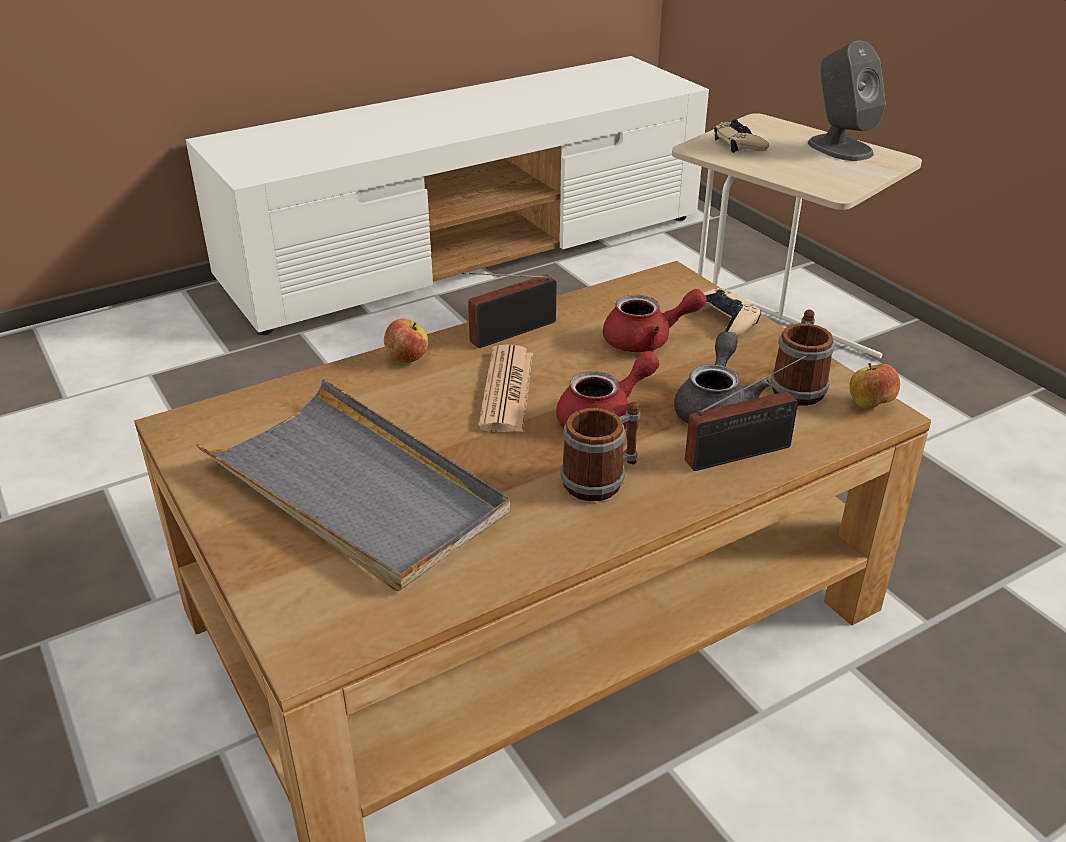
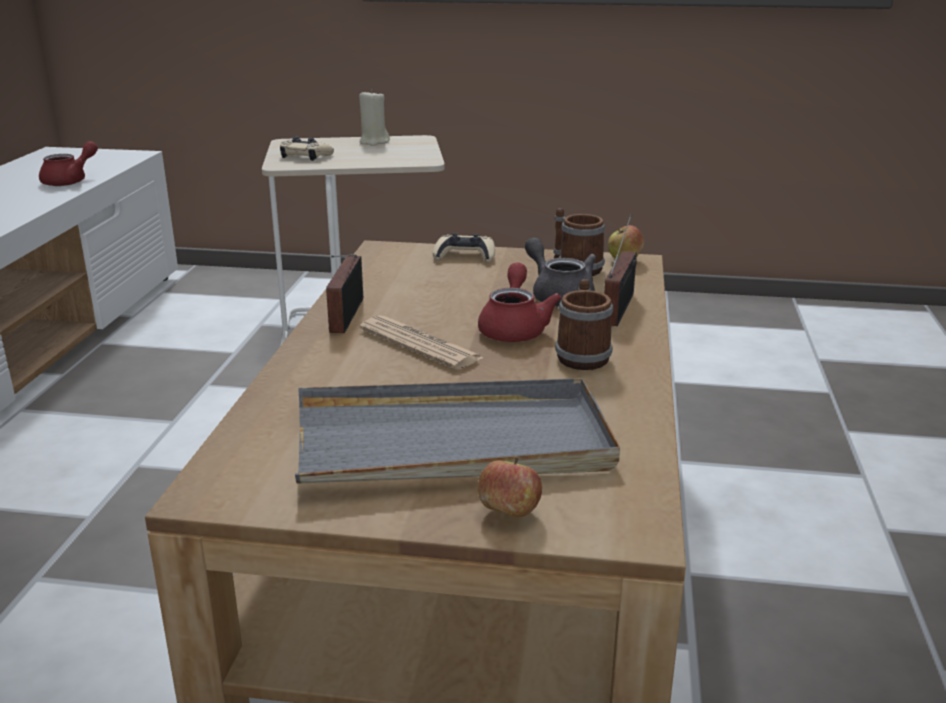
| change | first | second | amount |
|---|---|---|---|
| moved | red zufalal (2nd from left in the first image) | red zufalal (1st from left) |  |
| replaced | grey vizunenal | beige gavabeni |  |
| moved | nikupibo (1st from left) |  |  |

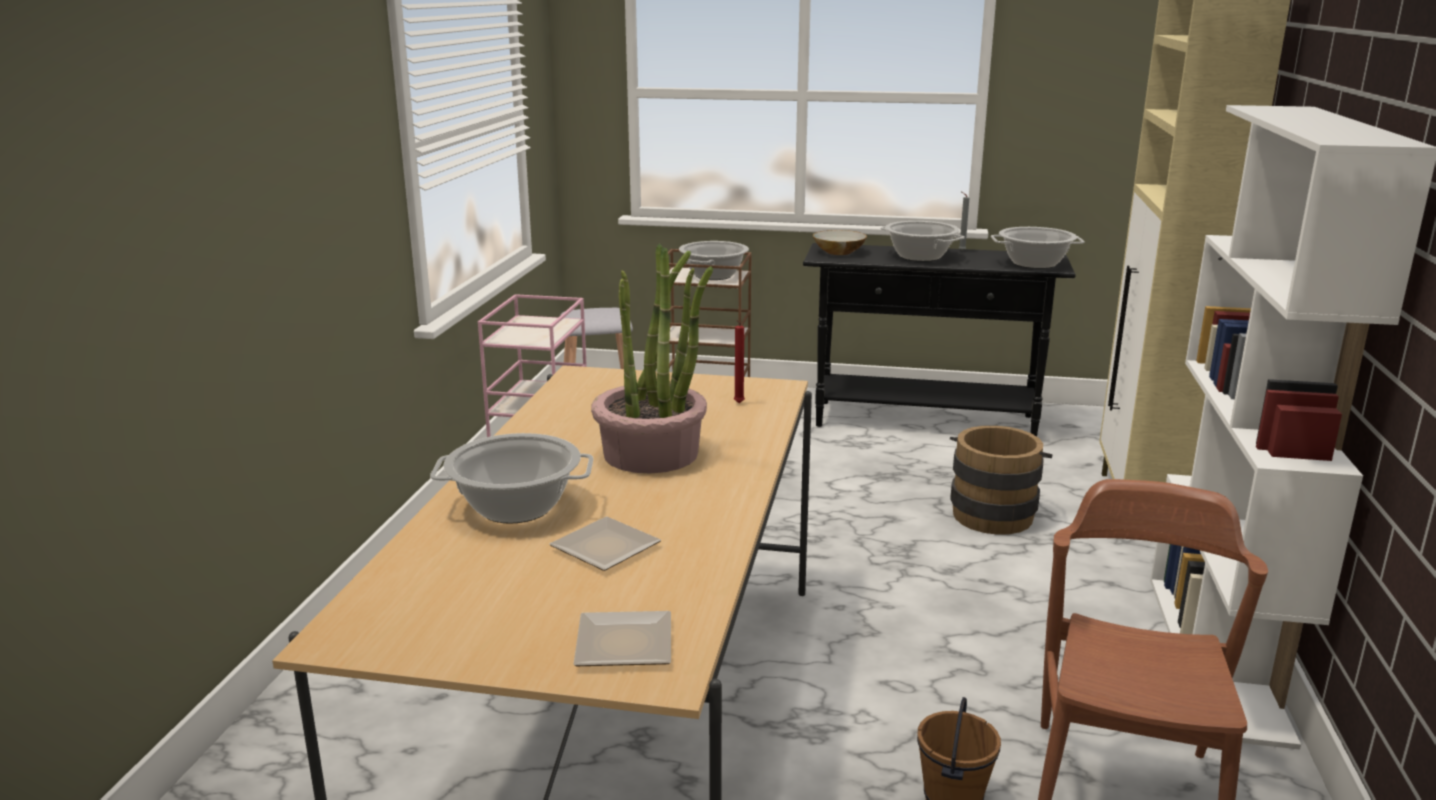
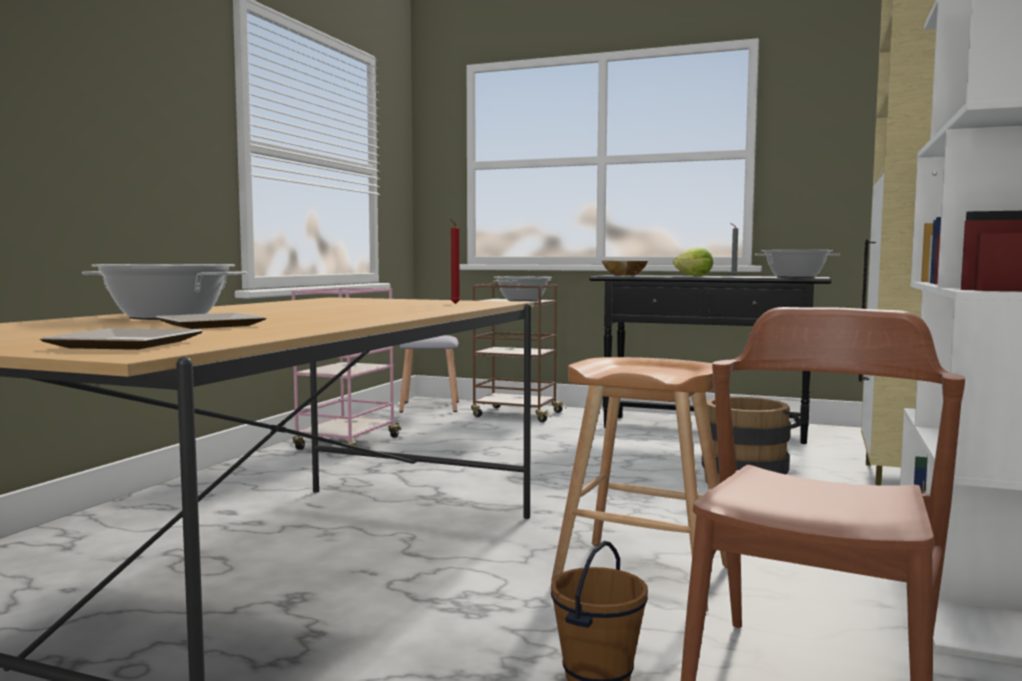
| change | first | second | amount |
|---|---|---|---|
| added |  | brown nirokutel |  |
| replaced | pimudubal (3rd from left) | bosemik |  |
| removed | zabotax |  |  |

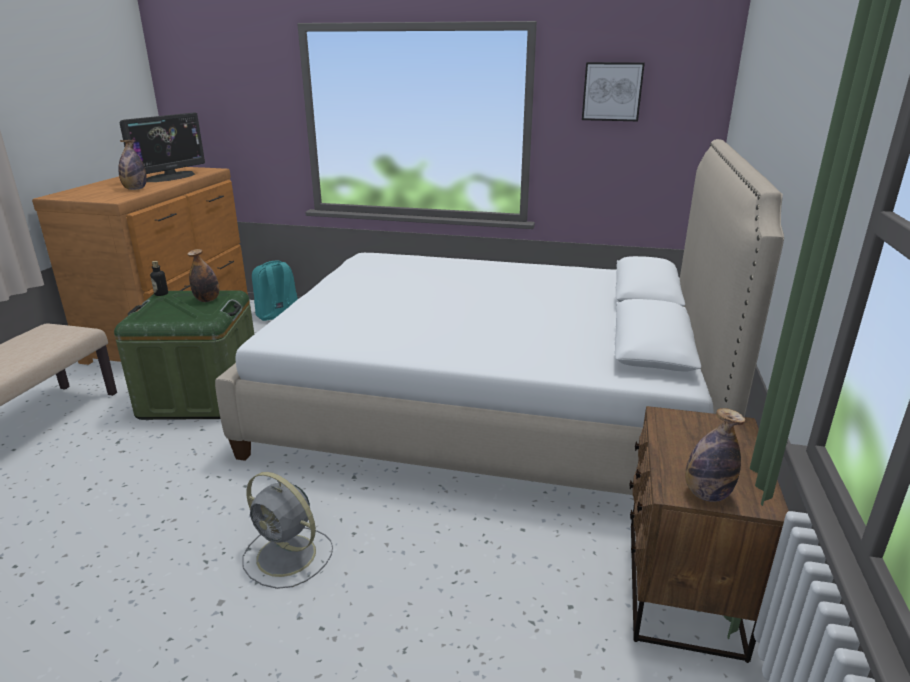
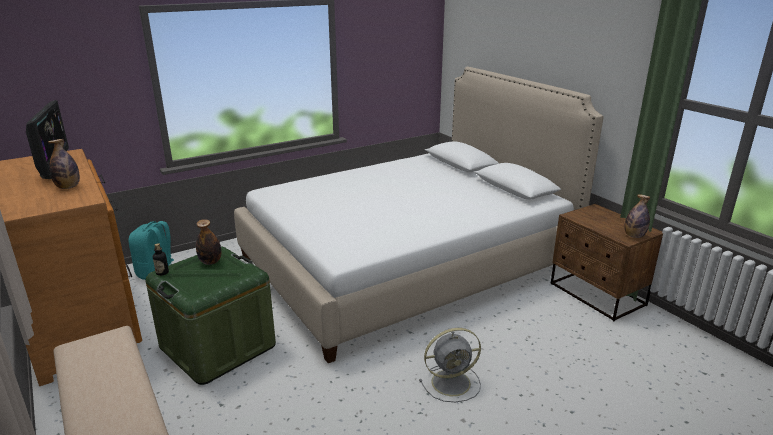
| change | first | second | amount |
|---|---|---|---|
| removed | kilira |  |  |

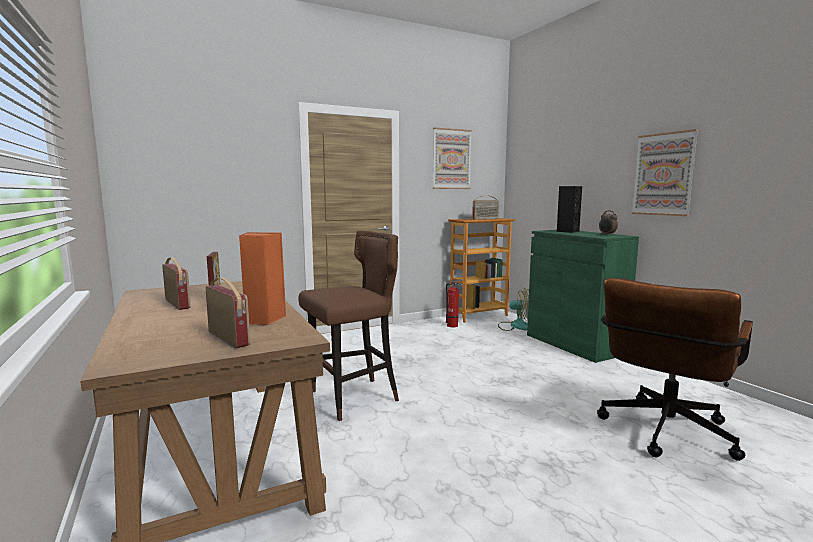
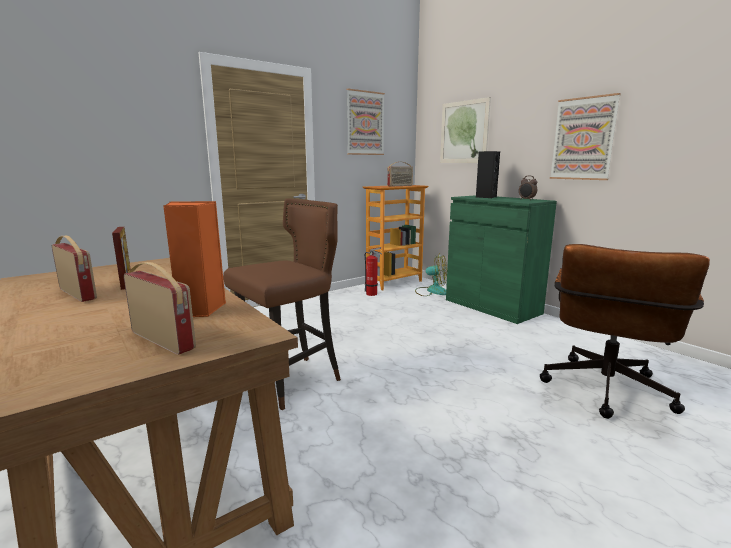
| change | first | second | amount |
|---|---|---|---|
| added |  | kilira (2nd from left) |  |

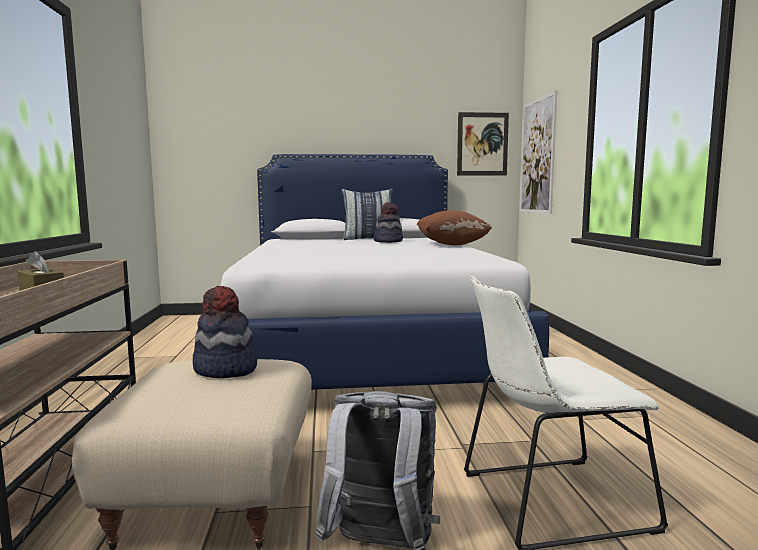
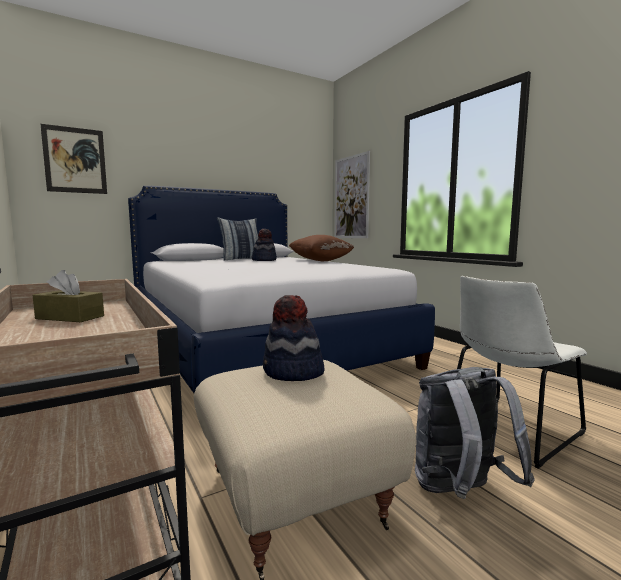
| change | first | second | amount |
|---|---|---|---|
| moved | kilira (1st from left) |  |  |

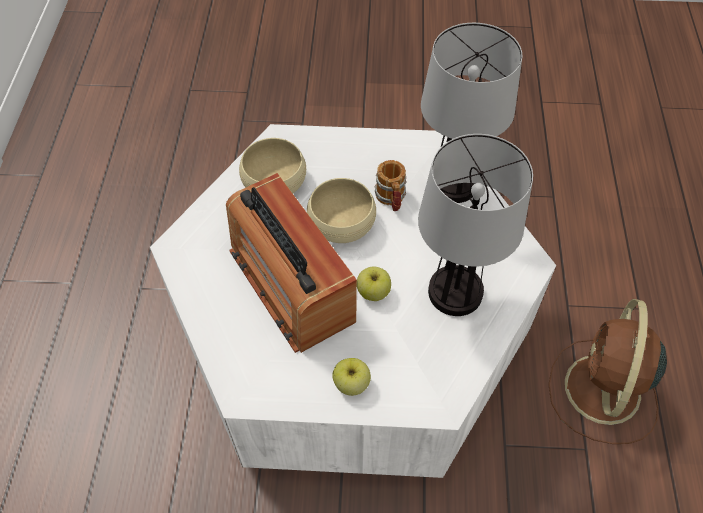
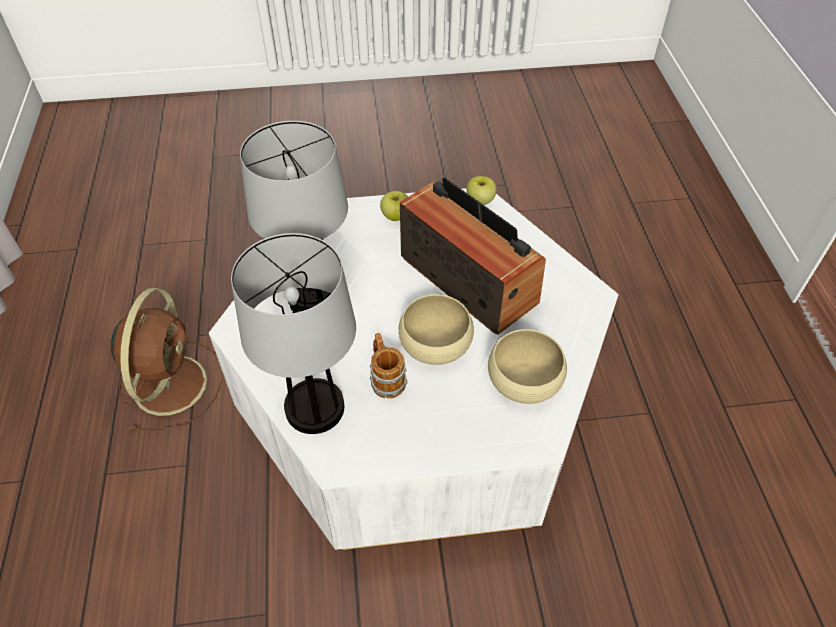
| change | first | second | amount |
|---|---|---|---|
| moved | nikupibo (2nd from left) |  |  |

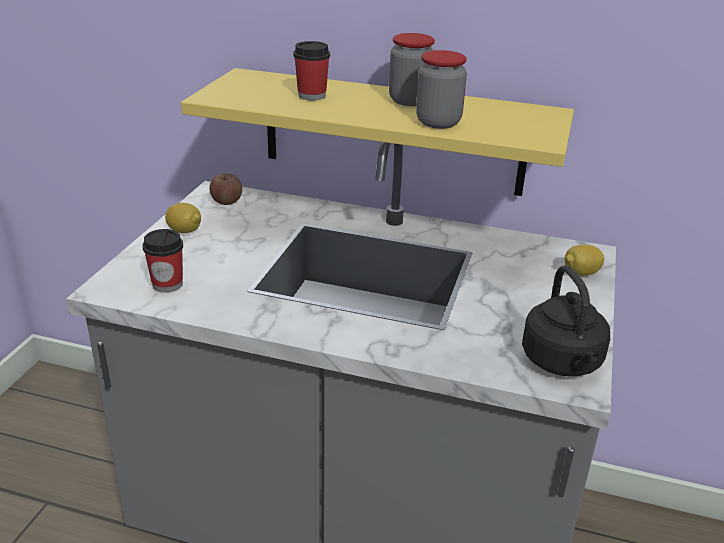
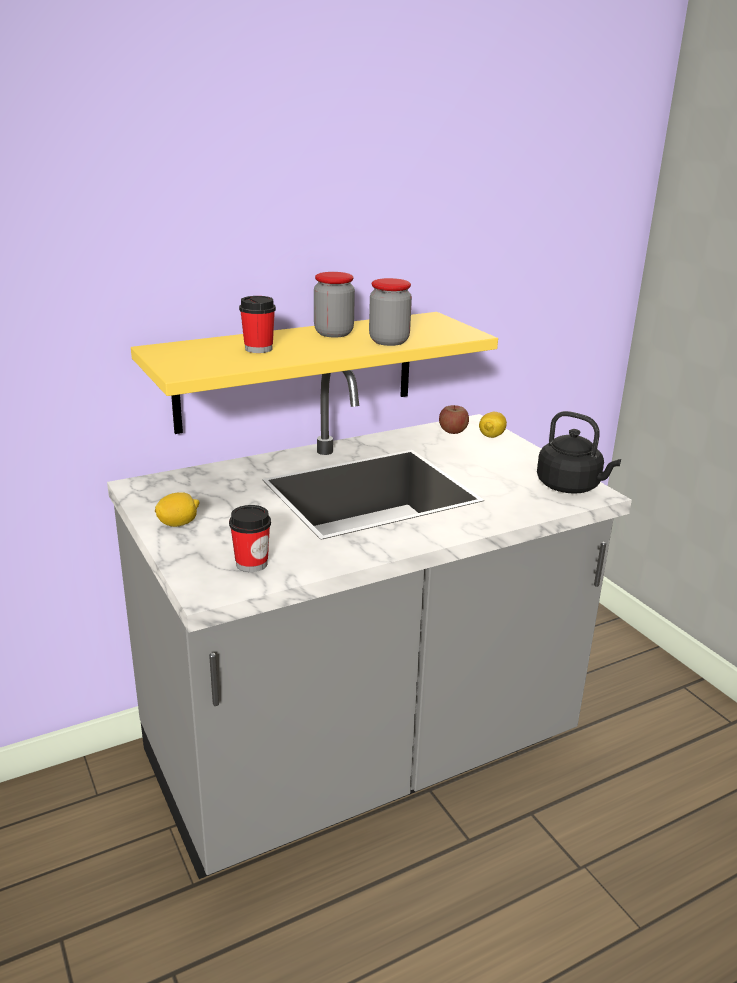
| change | first | second | amount |
|---|---|---|---|
| moved | nikupibo |  |  |

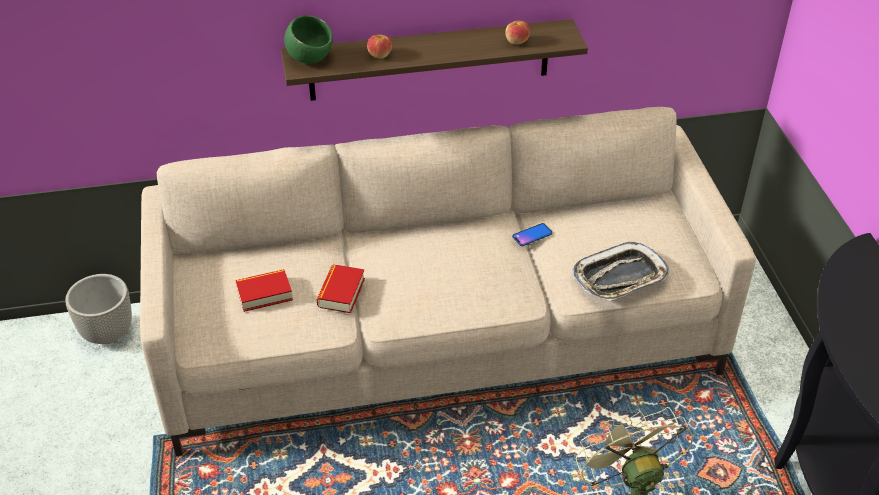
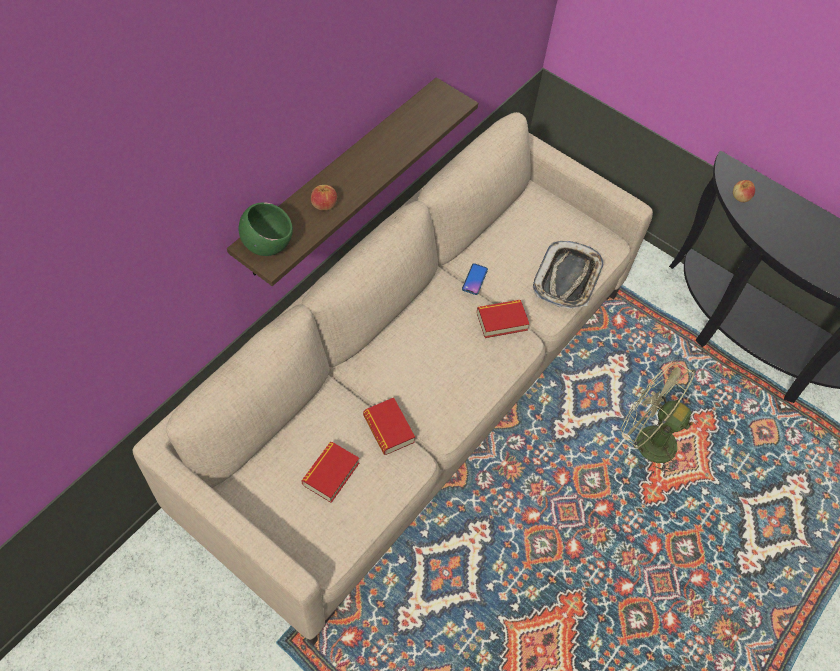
| change | first | second | amount |
|---|---|---|---|
| added |  | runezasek (3rd from left) |  |
| moved | nikupibo (2nd from left) |  |  |
| removed | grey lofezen |  |  |

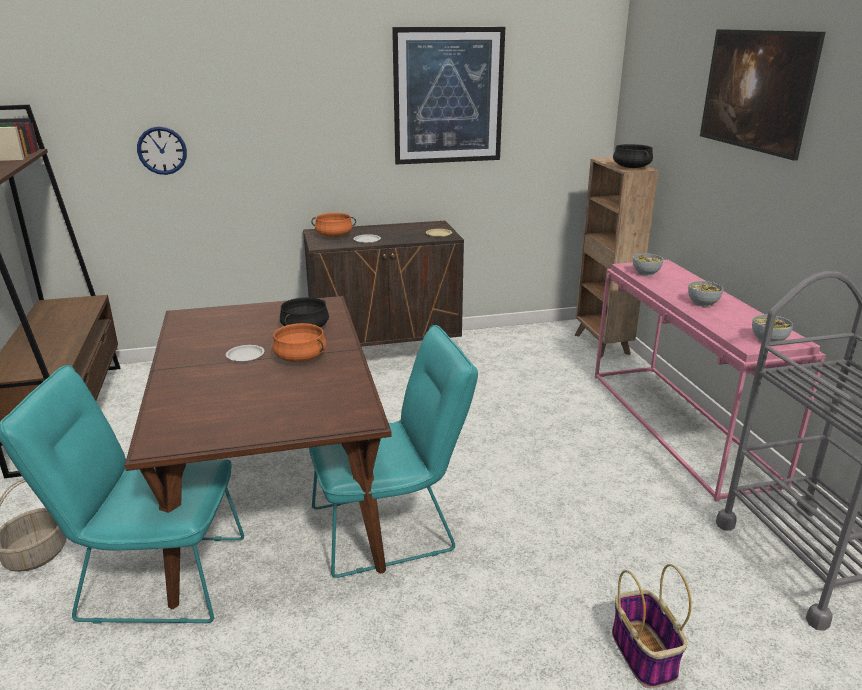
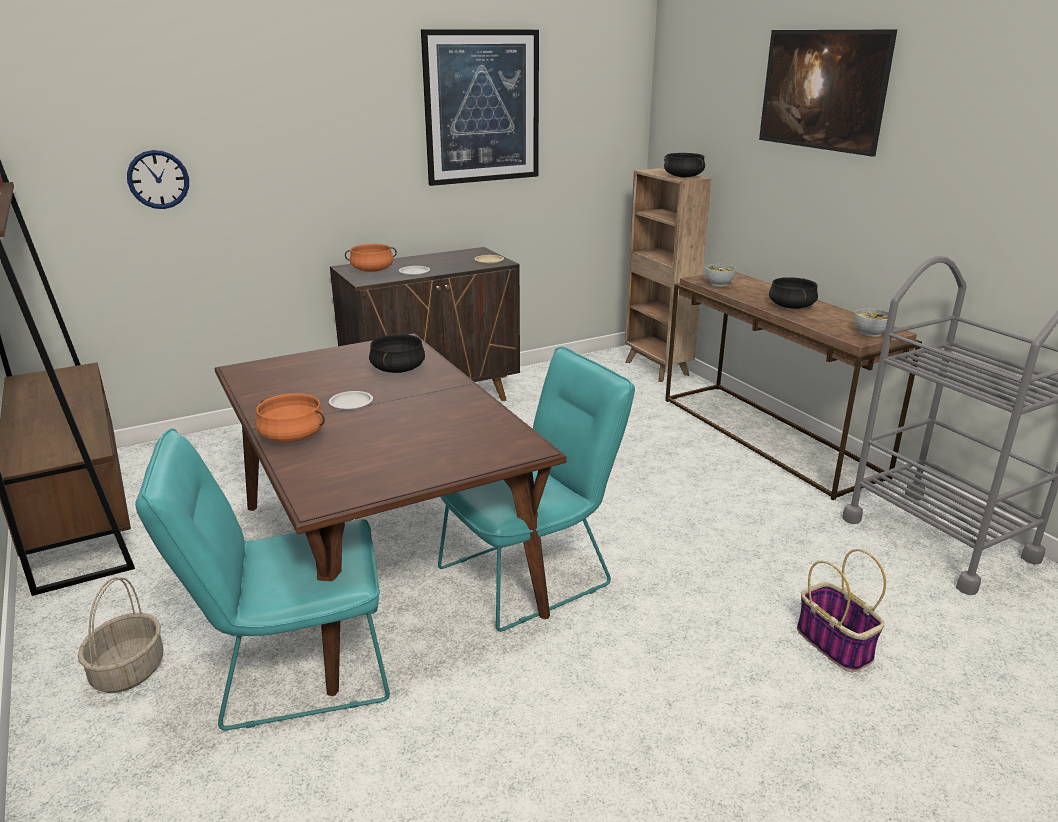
| change | first | second | amount |
|---|---|---|---|
| moved | orange pimudubal (1st from left) |  |  |
| recoloured | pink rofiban | brown rofiban |  |
| replaced | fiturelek (2nd from left) | black pimudubal (3rd from left) |  |

